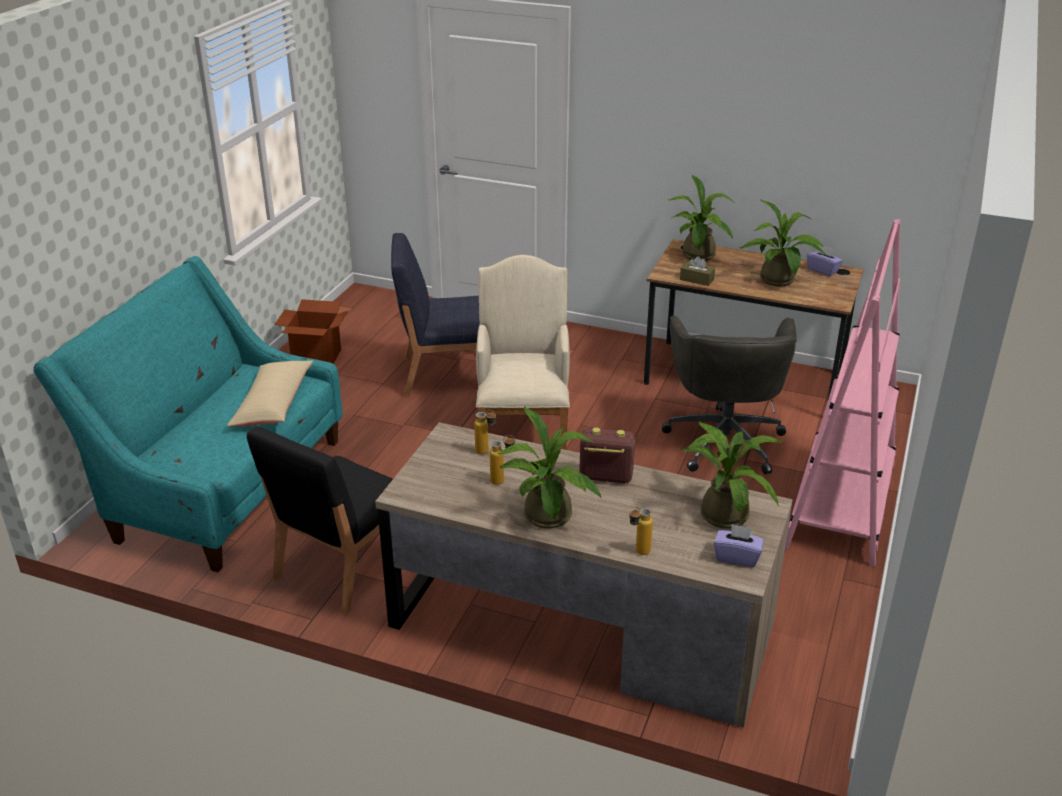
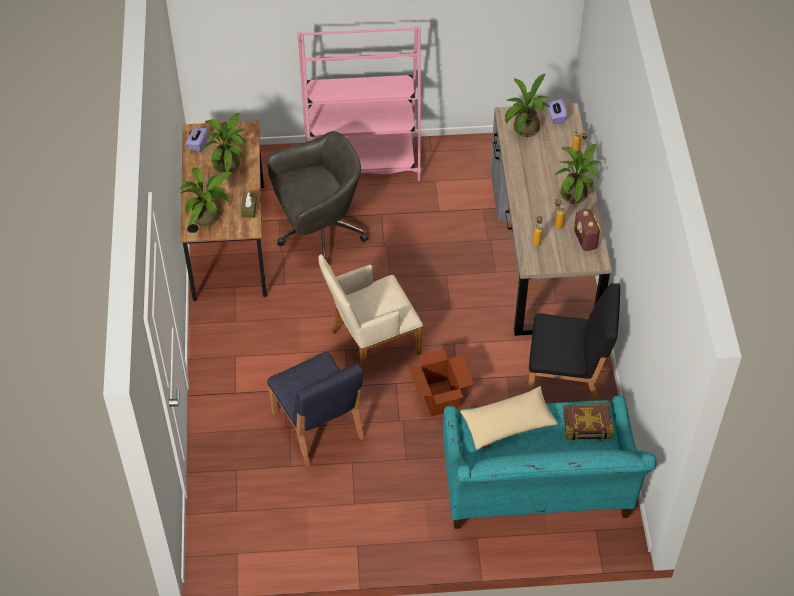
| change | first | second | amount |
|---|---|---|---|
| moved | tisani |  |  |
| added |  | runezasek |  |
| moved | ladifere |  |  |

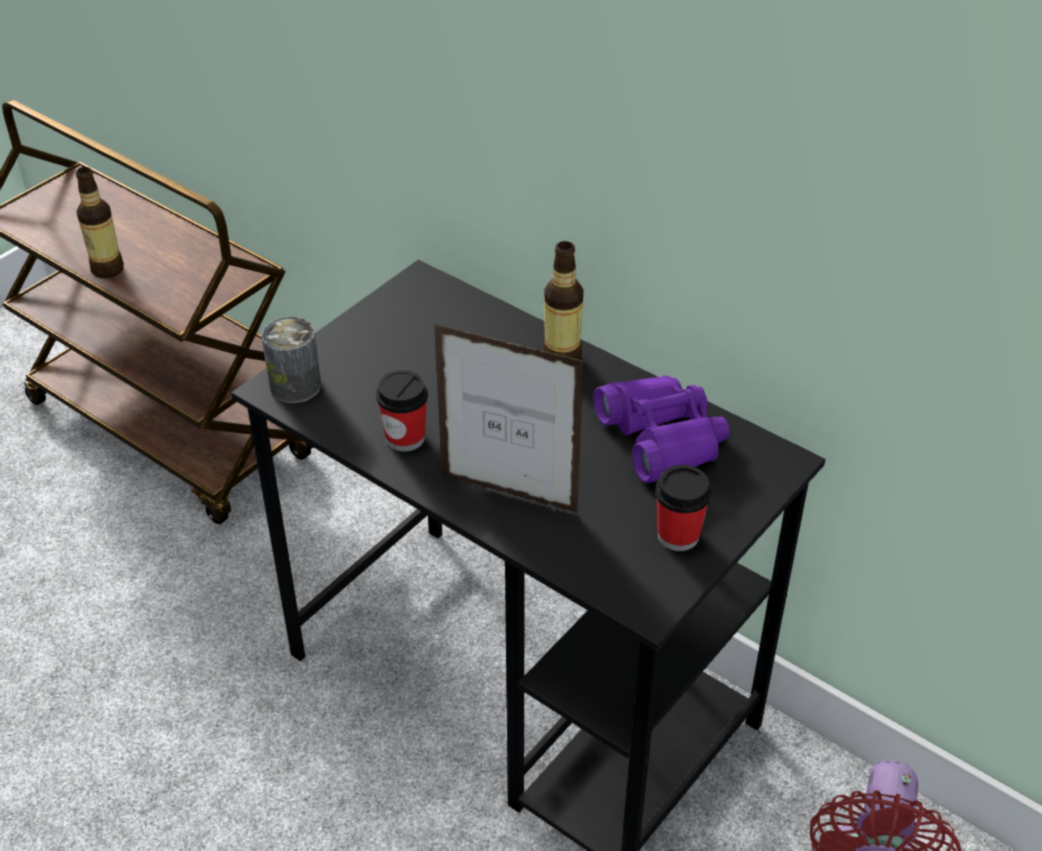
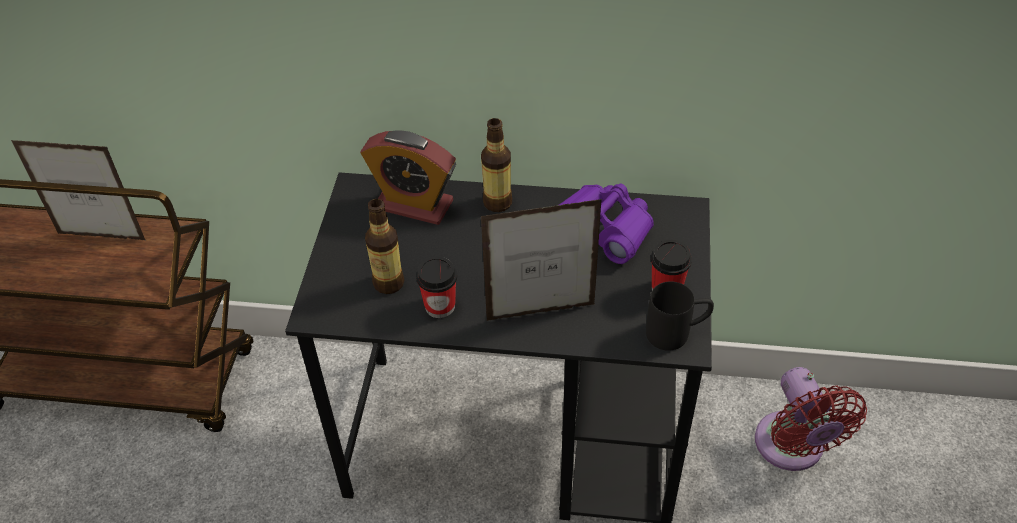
| change | first | second | amount |
|---|---|---|---|
| added |  | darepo (1st from left) |  |
| added |  | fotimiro |  |
| moved | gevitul (1st from left) |  |  |
| added |  | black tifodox |  |
| removed | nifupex |  |  |

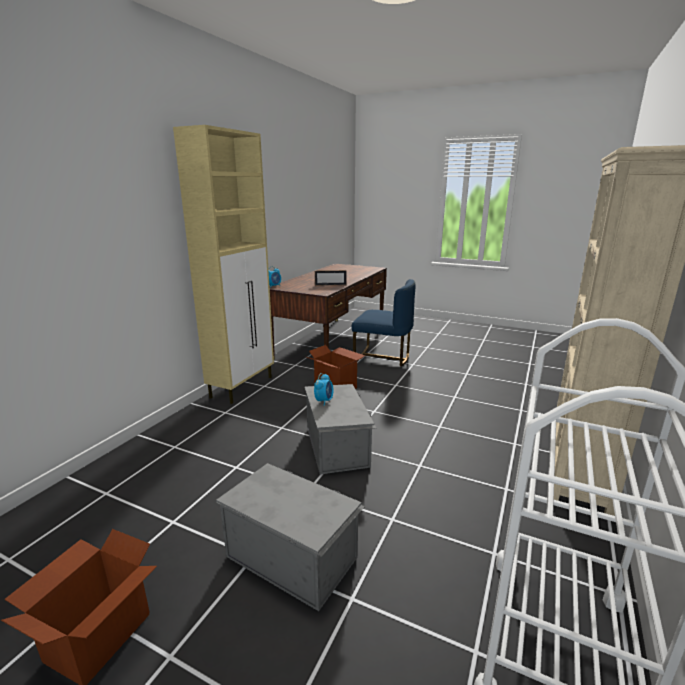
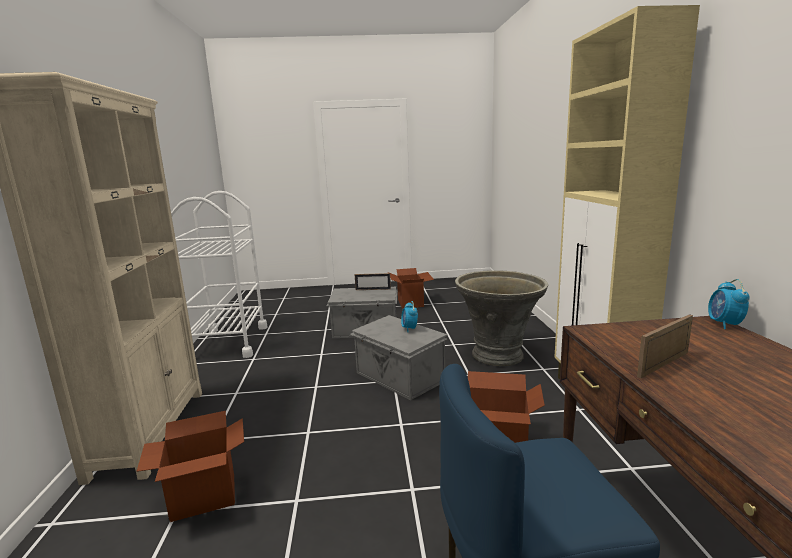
| change | first | second | amount |
|---|---|---|---|
| added |  | tisani (1st from left) |  |
| added |  | darepo (1st from left) |  |
| added |  | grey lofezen |  |

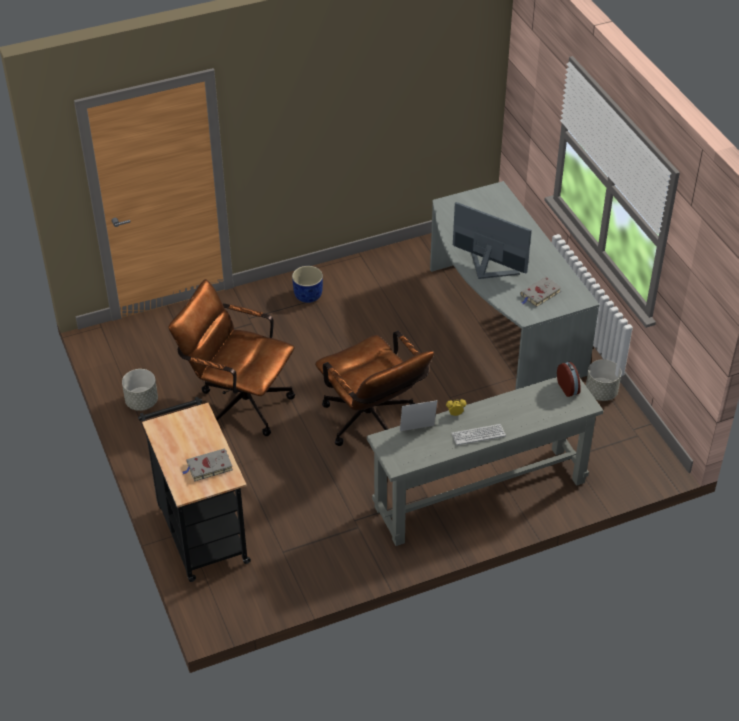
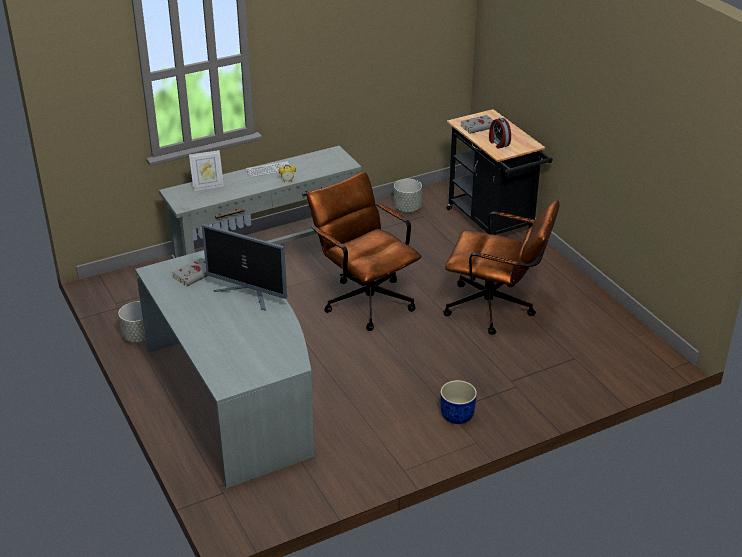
| change | first | second | amount |
|---|---|---|---|
| moved | darepo |  |  |
| moved | grey lofezen (1st from left in the first image) | grey lofezen (2nd from left) |  |
| moved | fotimiro (2nd from left) |  |  |

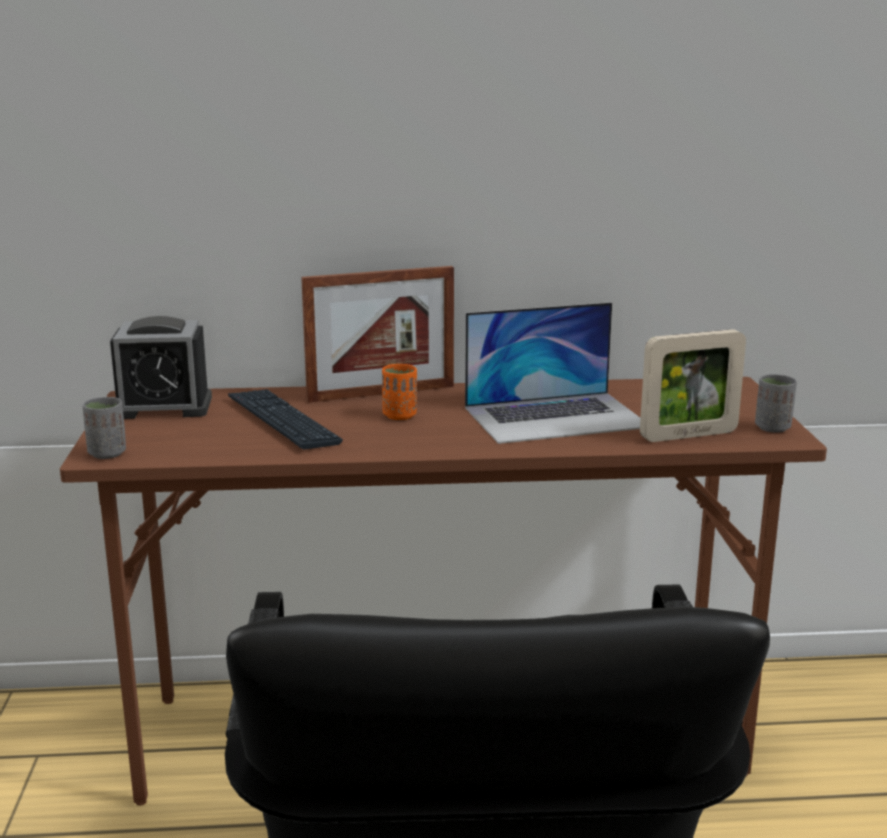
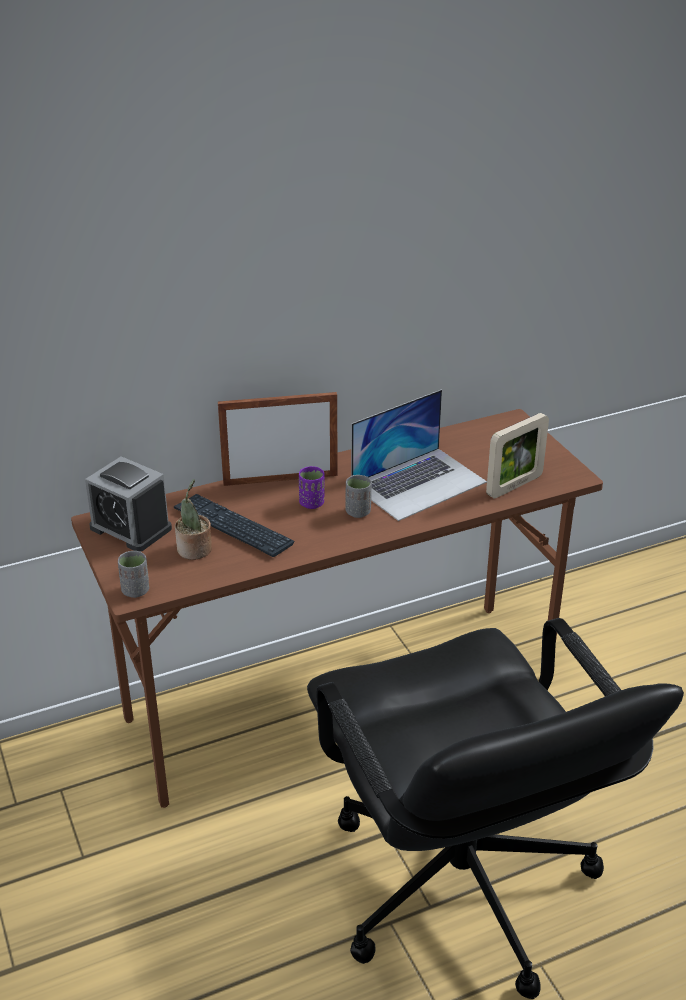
| change | first | second | amount |
|---|---|---|---|
| turned | fotimiro |  | 60 degrees clockwise |
| added |  | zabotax |  |
| turned | darepo (1st from left) |  | 150 degrees counterclockwise |
| recoloured | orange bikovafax | purple bikovafax |  |
| moved | grey bikovafax (2nd from left) |  |  |

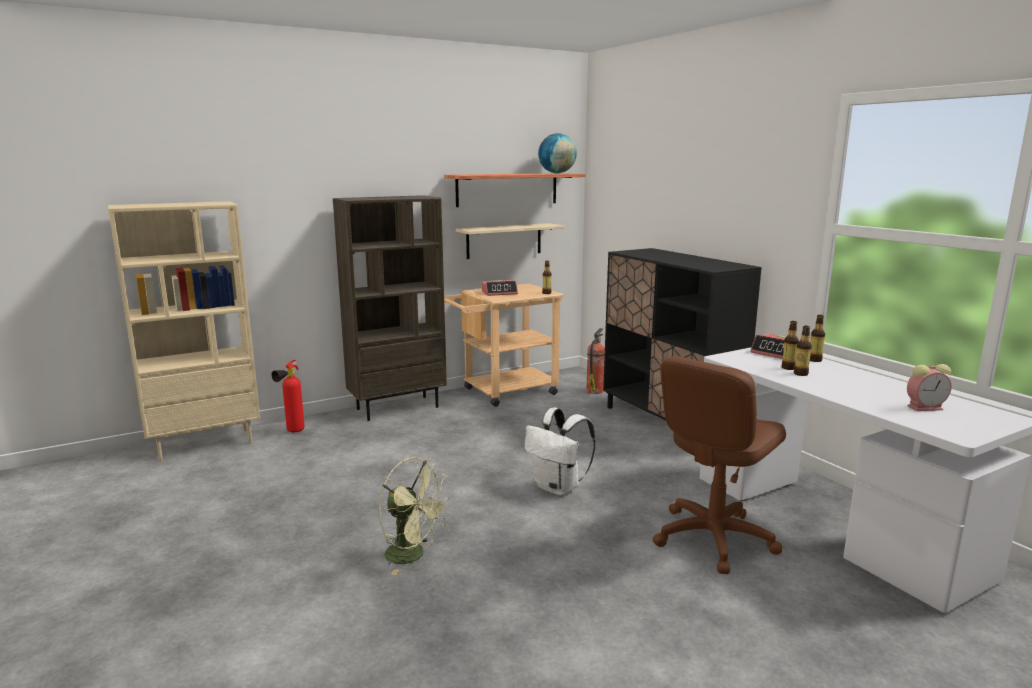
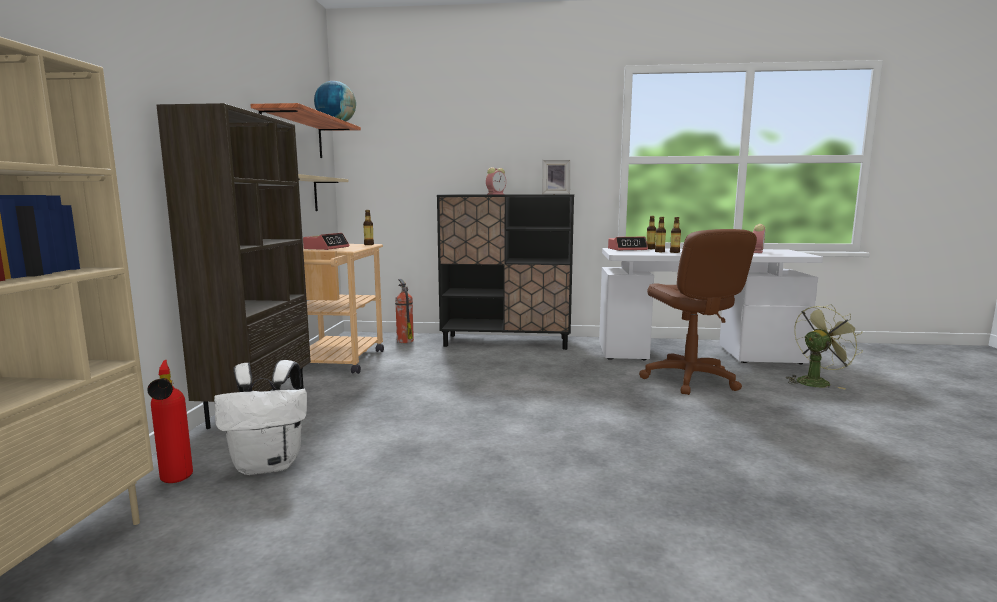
| change | first | second | amount |
|---|---|---|---|
| moved | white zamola |  |  |
| added |  | fotimiro (2nd from left) |  |
| added |  | darepo |  |
| moved | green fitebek |  |  |

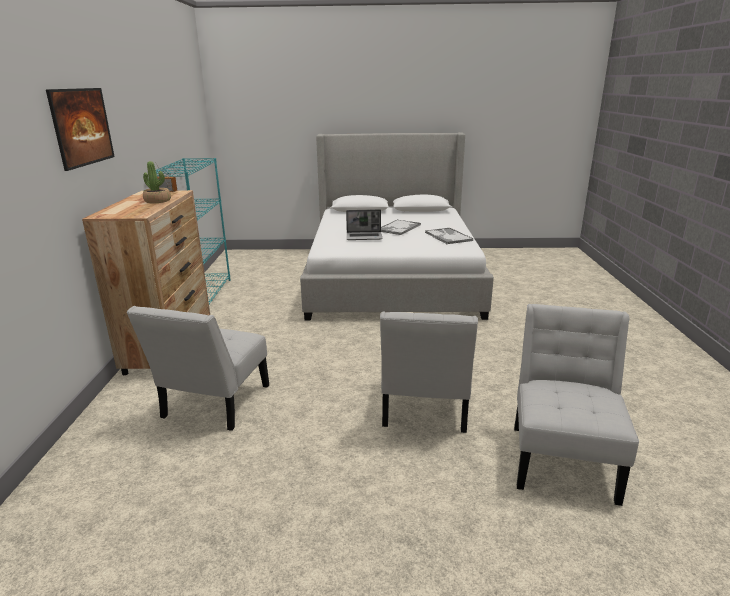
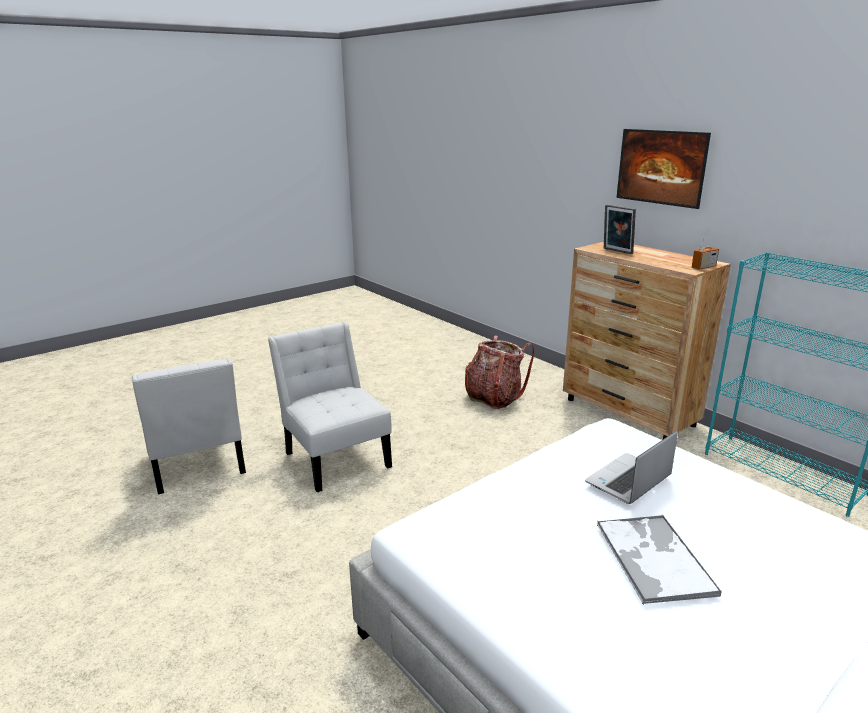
| change | first | second | amount |
|---|---|---|---|
| replaced | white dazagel (1st from left) | zamola |  |
| added |  | darepo |  |
| removed | zabotax |  |  |
| removed | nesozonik (2nd from left) |  |  |

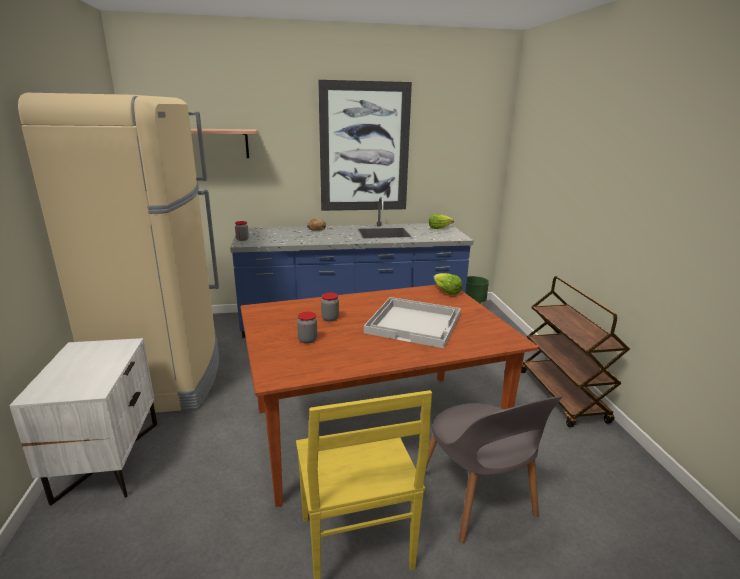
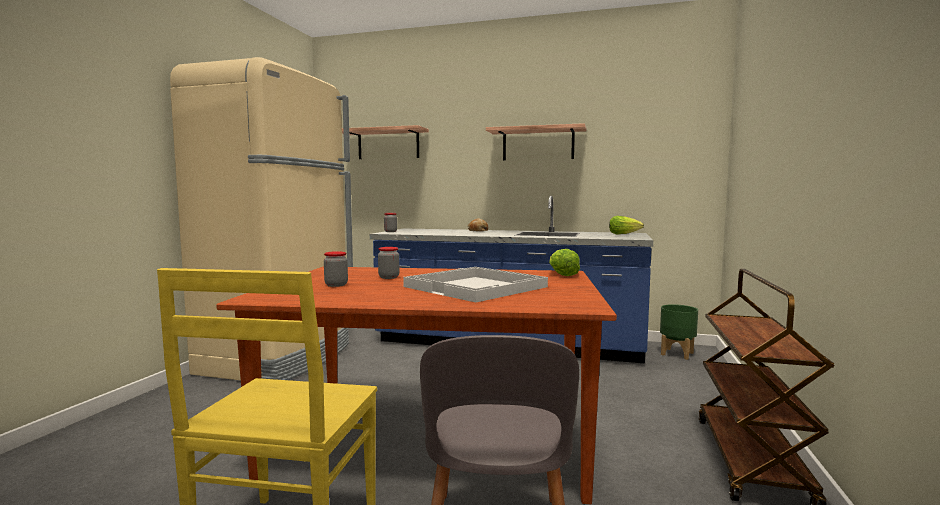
| change | first | second | amount |
|---|---|---|---|
| replaced | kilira | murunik (2nd from left) |  |
| removed | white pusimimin |  |  |

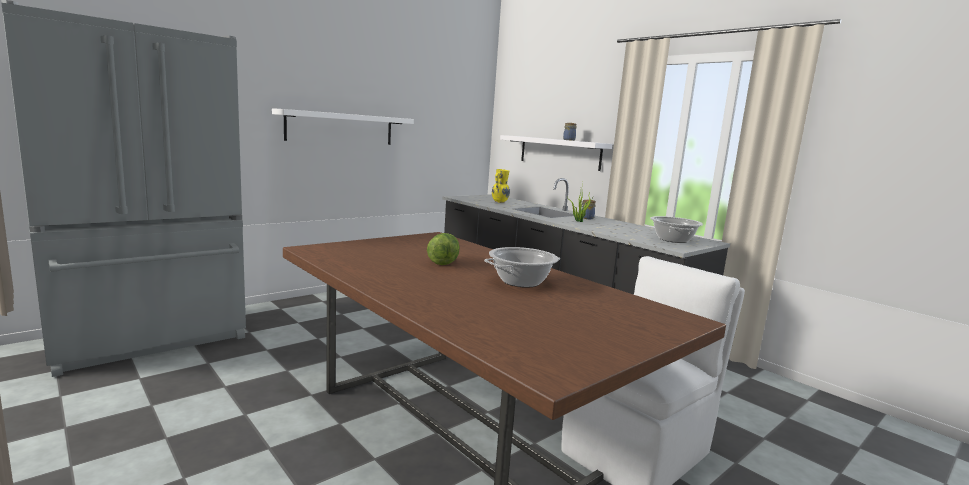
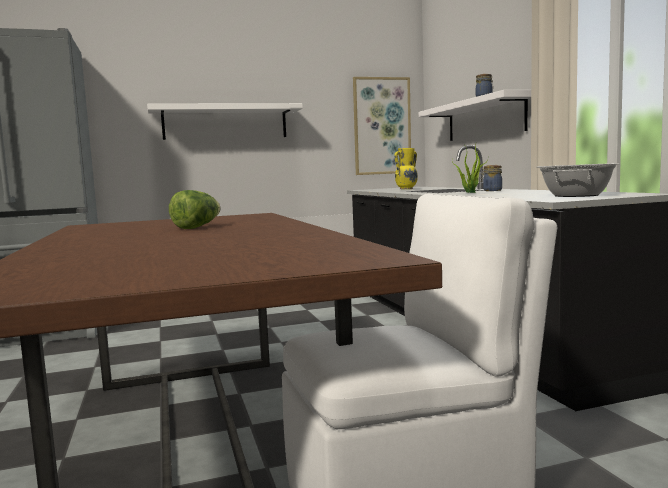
| change | first | second | amount |
|---|---|---|---|
| added |  | kilira |  |
| removed | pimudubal (1st from left) |  |  |

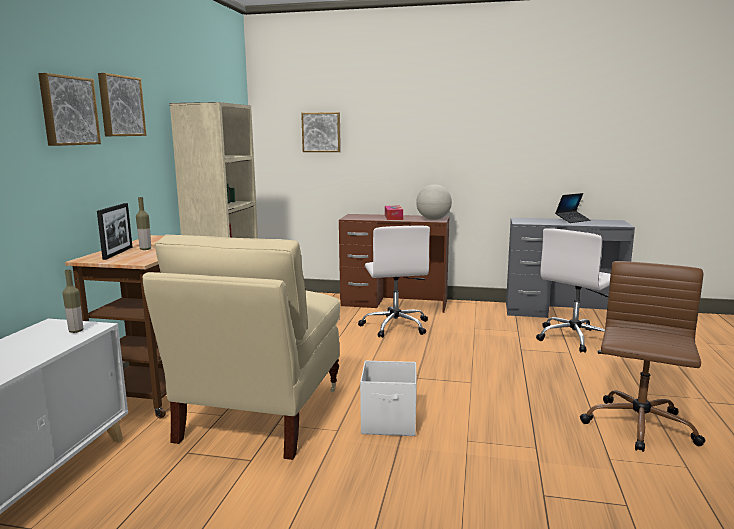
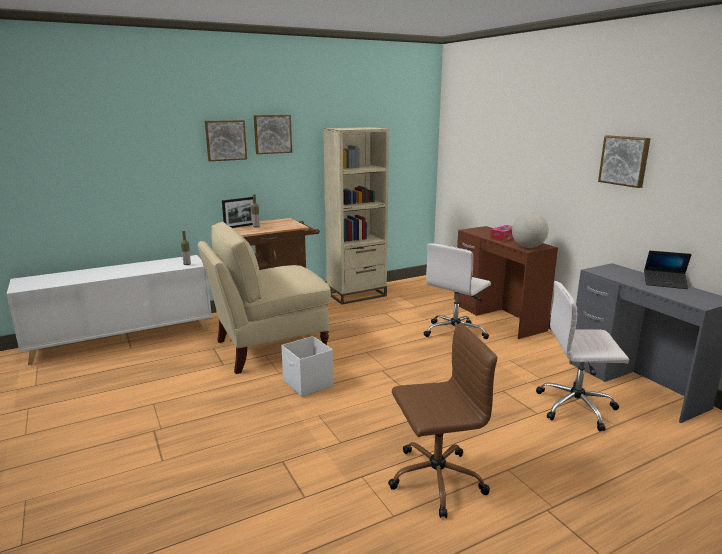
| change | first | second | amount |
|---|---|---|---|
| moved | kilira (3rd from left) |  |  |

